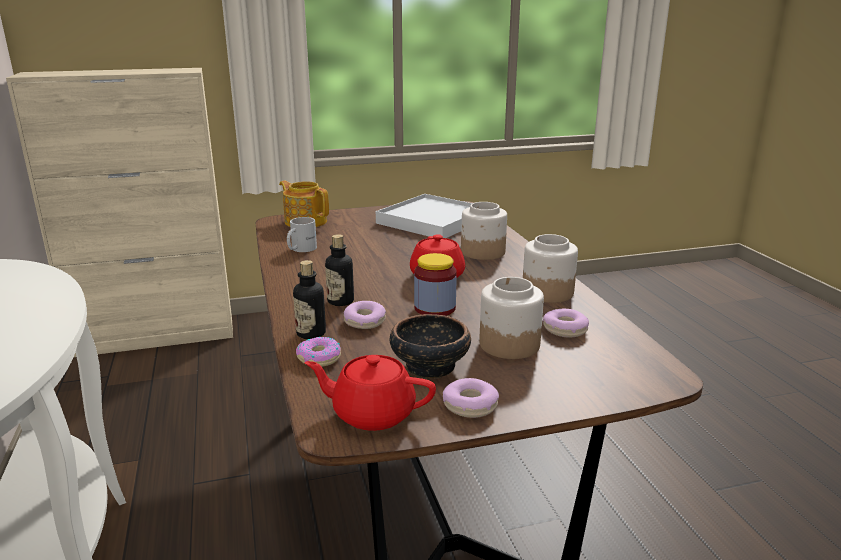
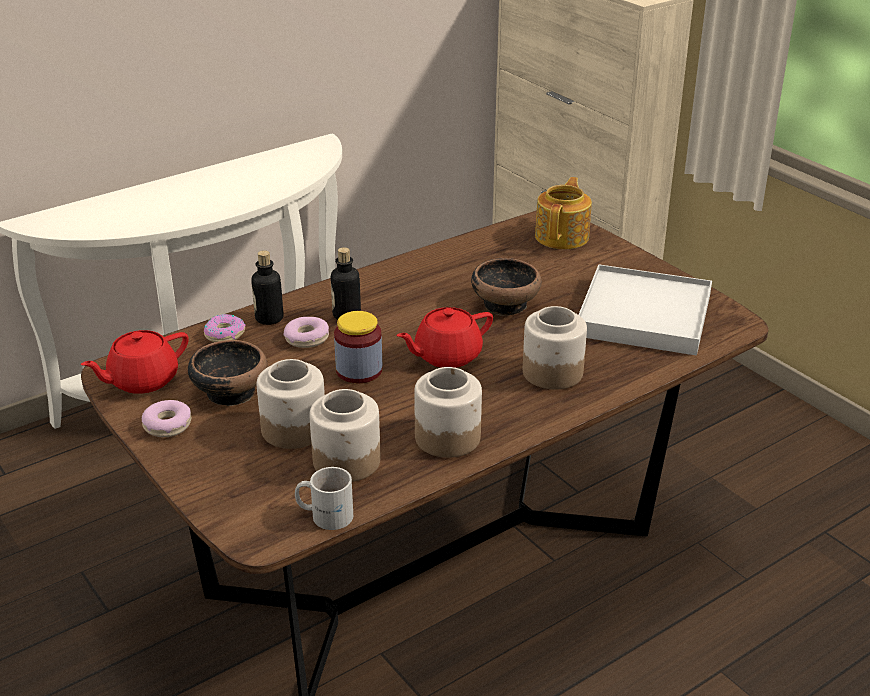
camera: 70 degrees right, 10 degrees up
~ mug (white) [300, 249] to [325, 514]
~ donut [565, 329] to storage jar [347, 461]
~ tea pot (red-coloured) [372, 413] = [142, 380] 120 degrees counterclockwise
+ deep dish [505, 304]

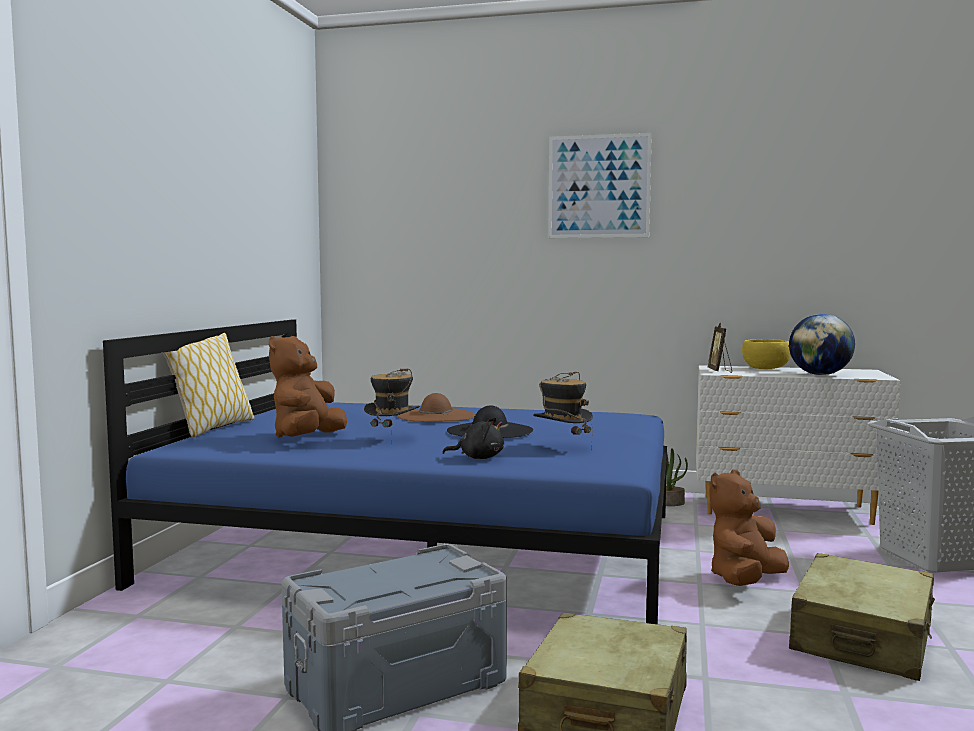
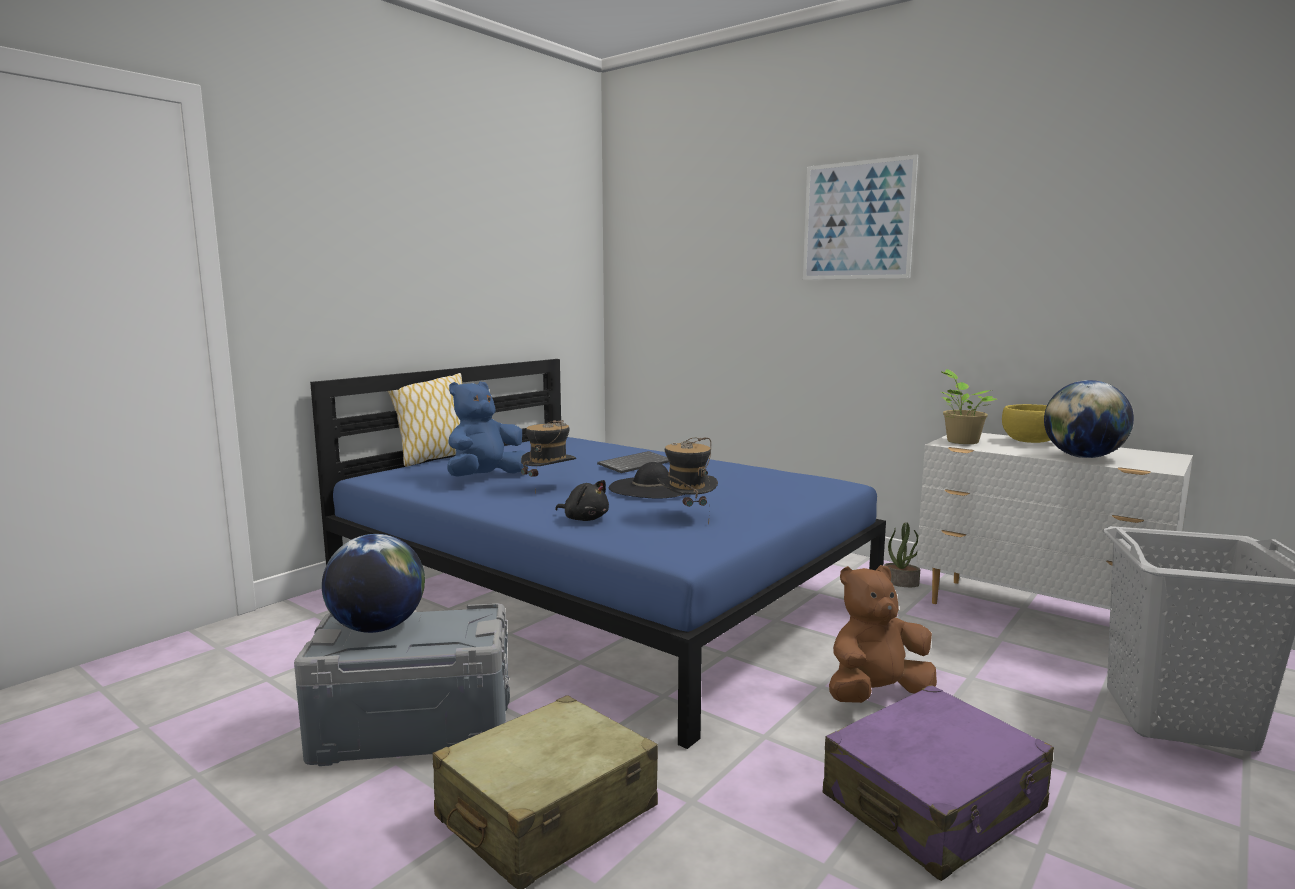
camera: 25 degrees right, 5 degrees up
~ picture frame [720, 371] to plant in a pot [960, 441]
~ cuddly toy (brown-coloured) [307, 438] to cuddly toy (blue-coloured) [485, 478]
~ wearable hat (brown-coloured) [435, 415] to PC keyboard [635, 464]
~ travel case (beige-coloured) [862, 638] to travel case (purple) [933, 803]
+ world globe [377, 628]

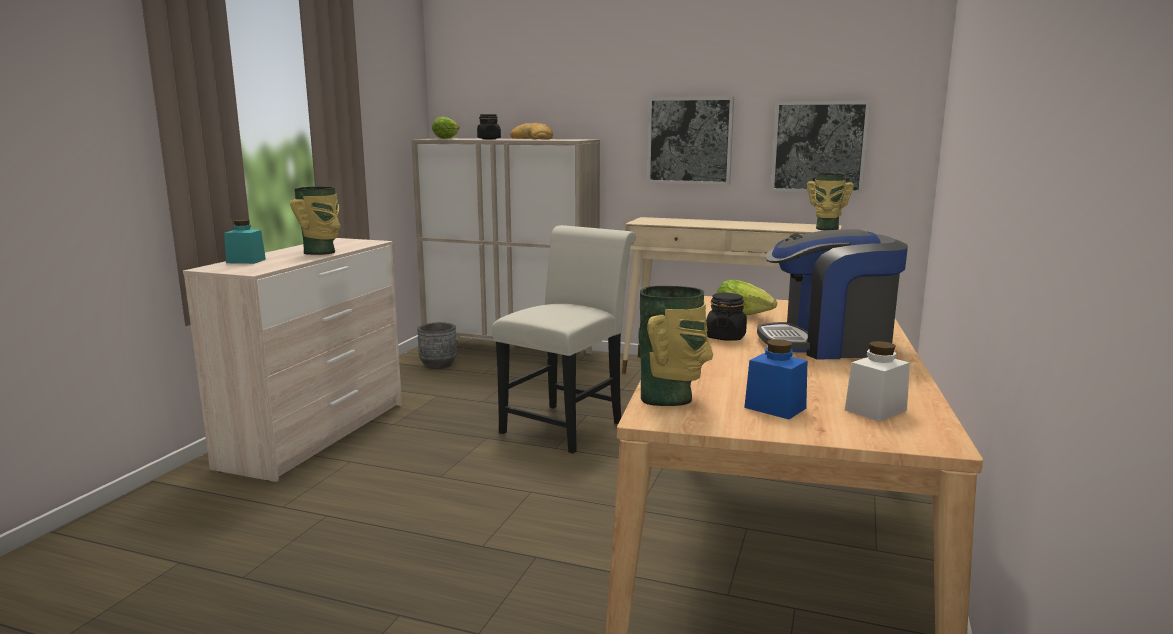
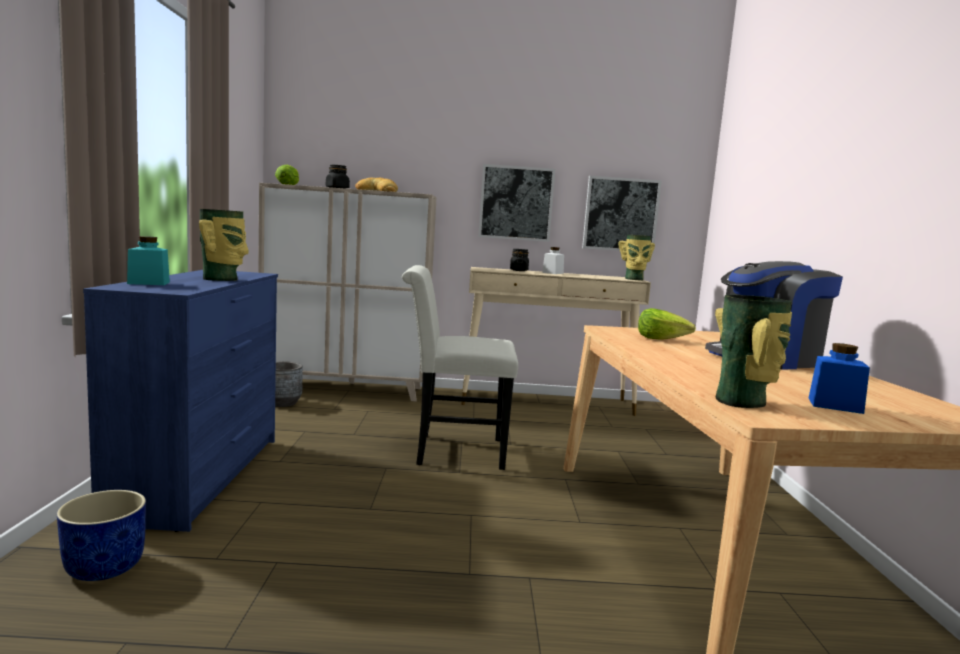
camera: 20 degrees left, 5 degrees down
~ chair (white) [567, 425] = [452, 451] 105 degrees counterclockwise
~ drawer chest (beige-coloured) [317, 435] to drawer chest (blue-coloured) [201, 477]
~ storage jar (blackish) [725, 337] to [518, 270]
~ storage jar (white) [875, 410] to [552, 273]
+ planter (blue-coloured) [103, 567]

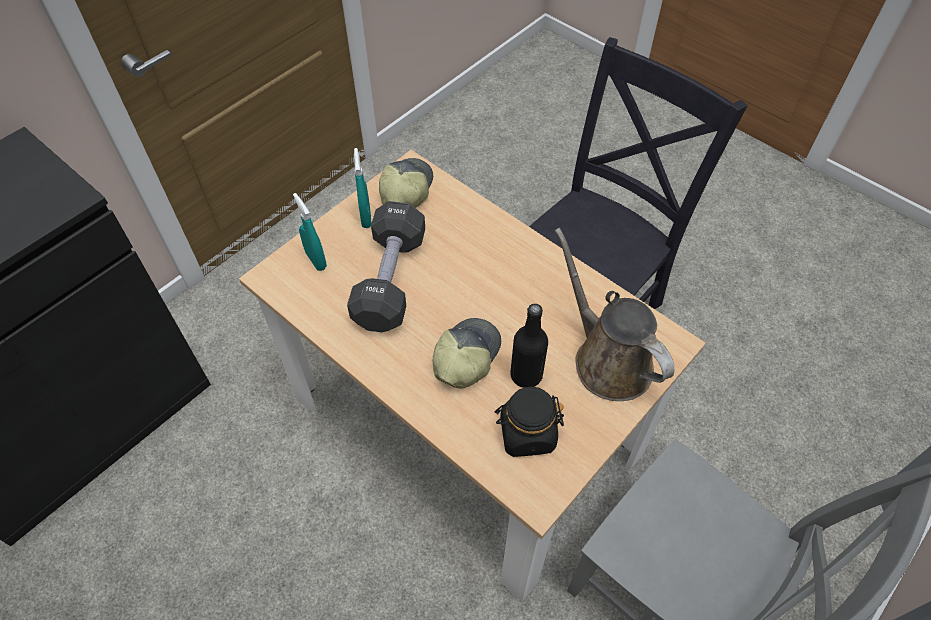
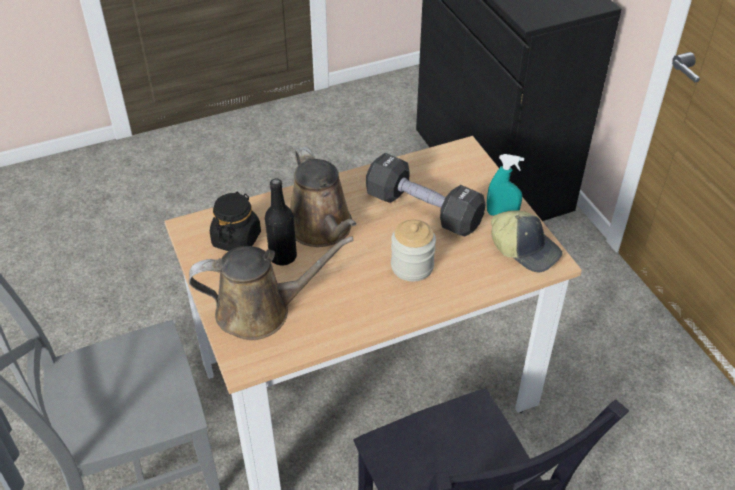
camera: 115 degrees right, 10 degrees down
- hand sprayer (blue-green) [316, 260]
~ cap [465, 357] to watering pot (brown-coloured) [323, 229]
+ storage jar [412, 266]

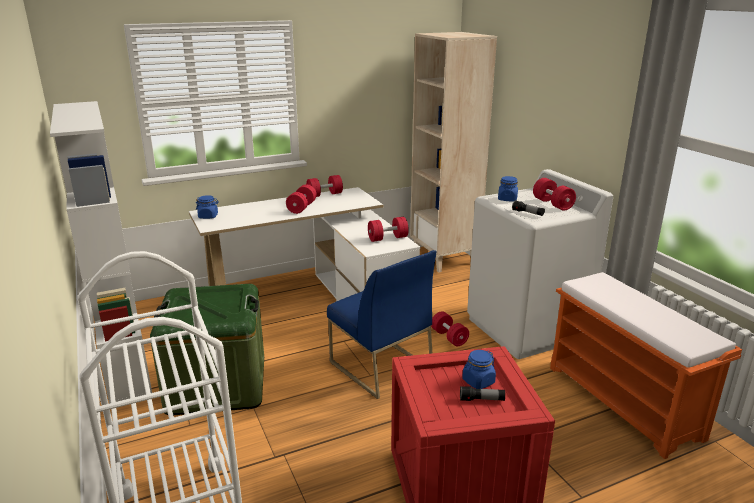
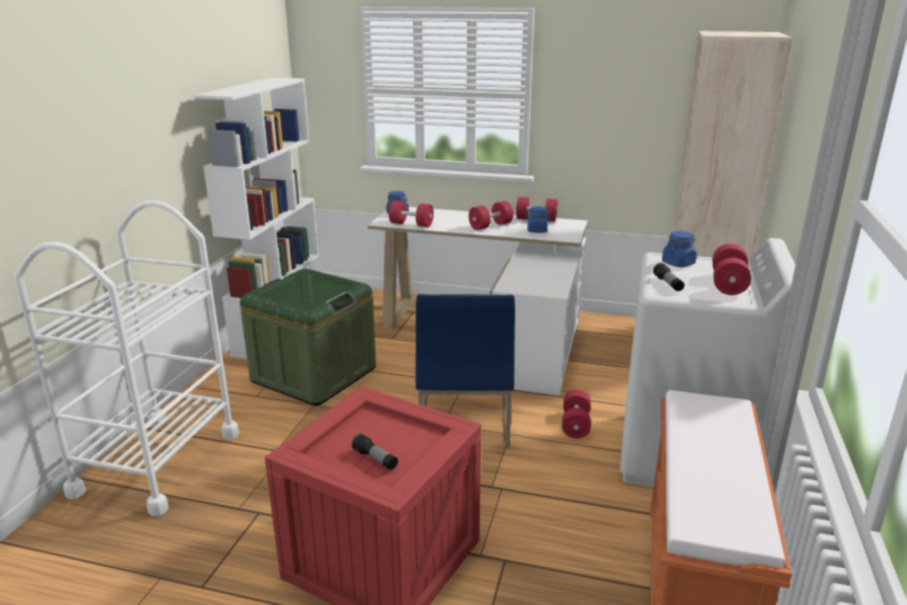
camera: 40 degrees right, 0 degrees up
~ hand weight (red-coloured) [387, 238] to [411, 224]
~ storage jar (blue-coloured) [478, 381] to [536, 230]

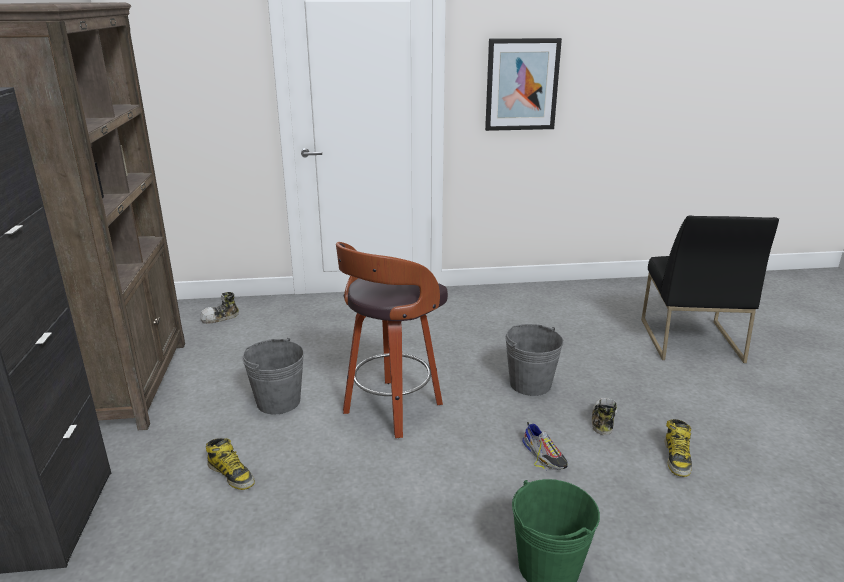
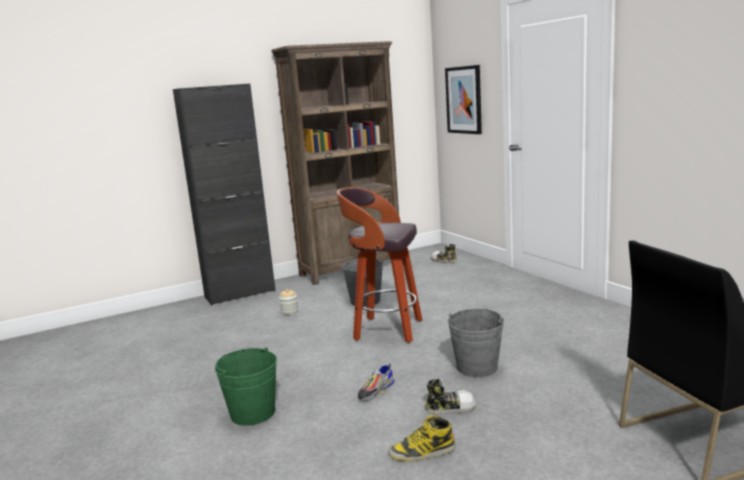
camera: 70 degrees right, 10 degrees down
~ picture [522, 85] to [464, 100]
~ tall boot [231, 474] to storage jar [289, 312]

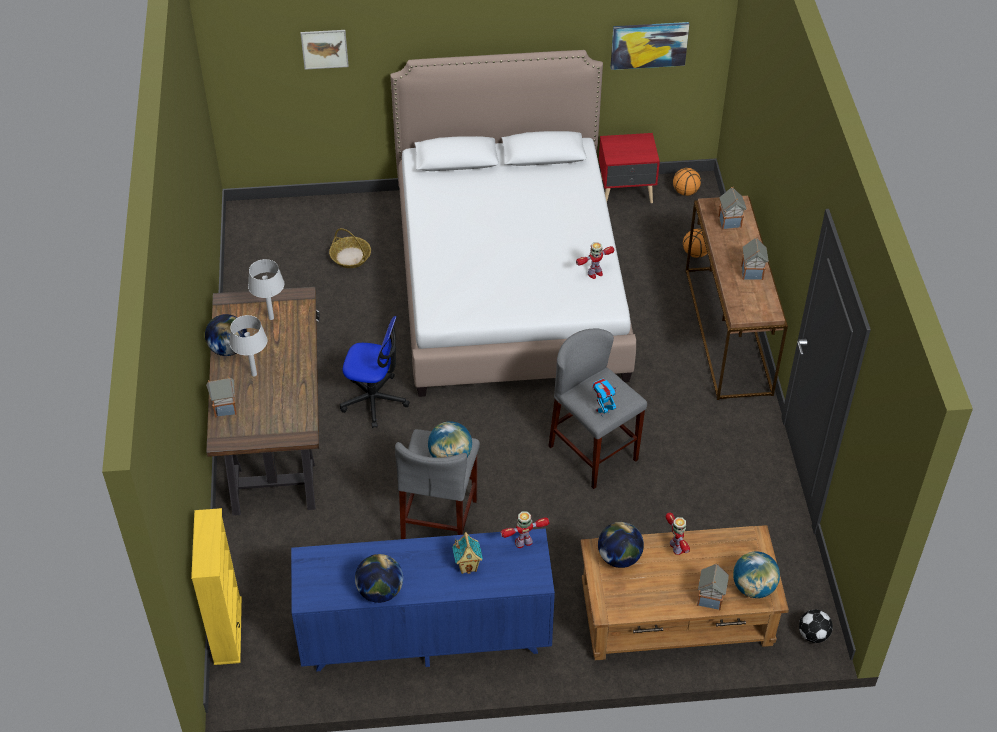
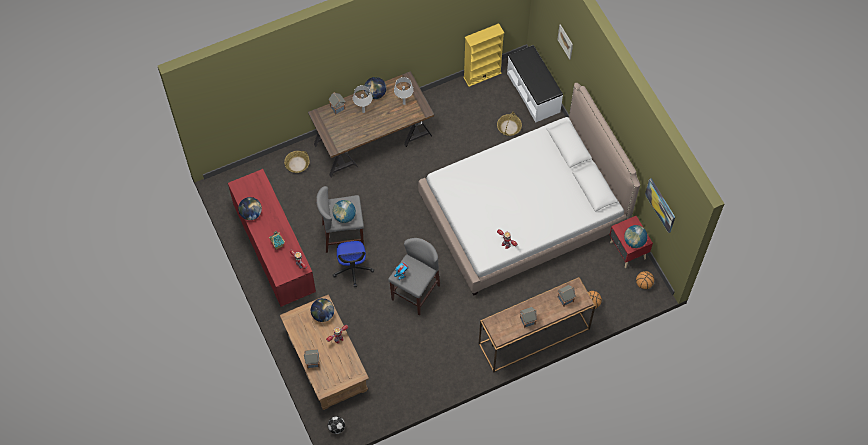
camera: 70 degrees right, 15 degrees up
~ computer chair [374, 400] to [353, 269]
~ bookcase (yellowish) [227, 630] to [482, 75]
~ drawer chest (blue-coloured) [424, 635] to drawer chest (red-coloured) [275, 252]
~ world globe [753, 587] to [634, 241]
+ indoor bench (white) [533, 92]
+ household basket [297, 164]

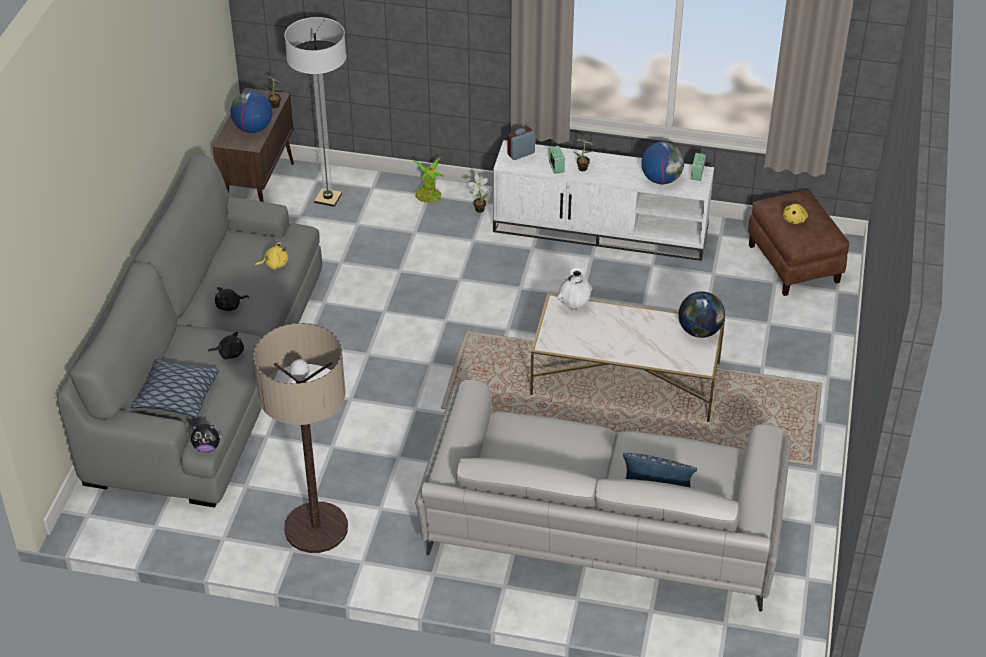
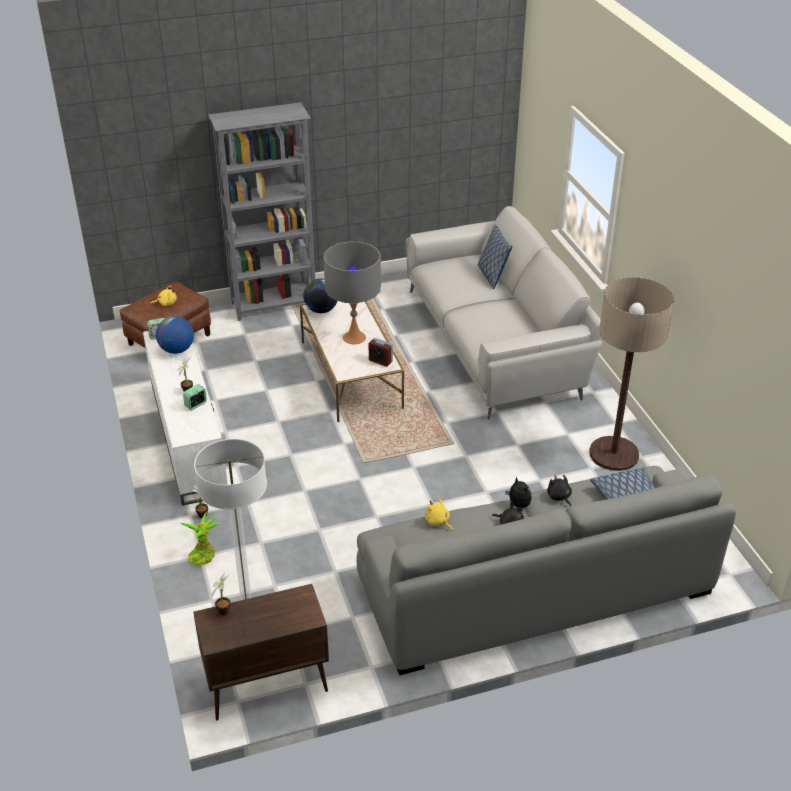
camera: 120 degrees left, 5 degrees down
- world globe [253, 129]
~ table clock [521, 154] to [380, 361]
- flower vase (white) [574, 305]
~ cuddly toy [207, 447] to [518, 505]
+ bookcase (grey) [275, 305]
+ lamp for a table (grey) [354, 337]

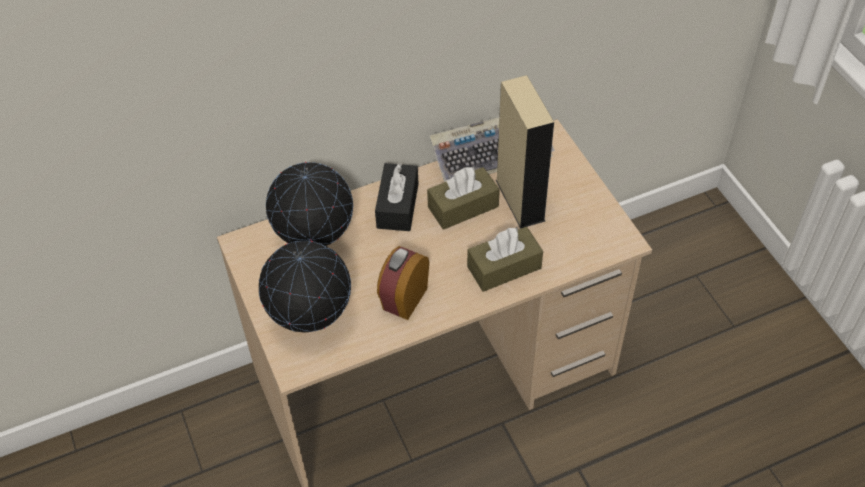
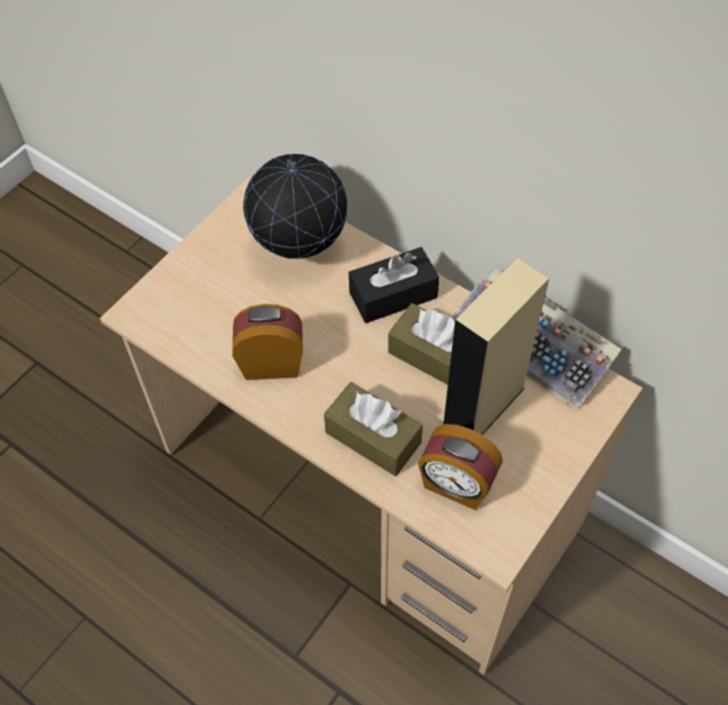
camera: 60 degrees right, 5 degrees up
- world globe [310, 319]
+ table clock [456, 485]

